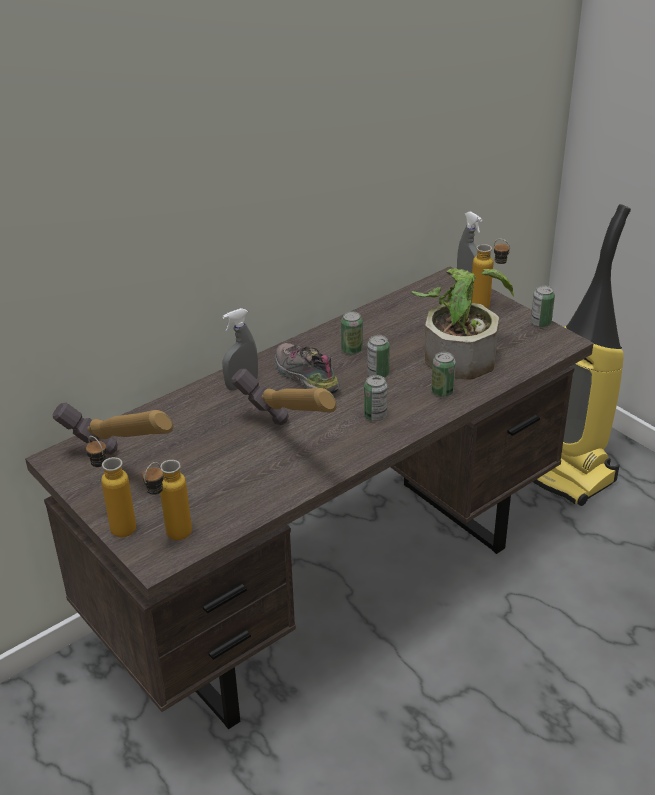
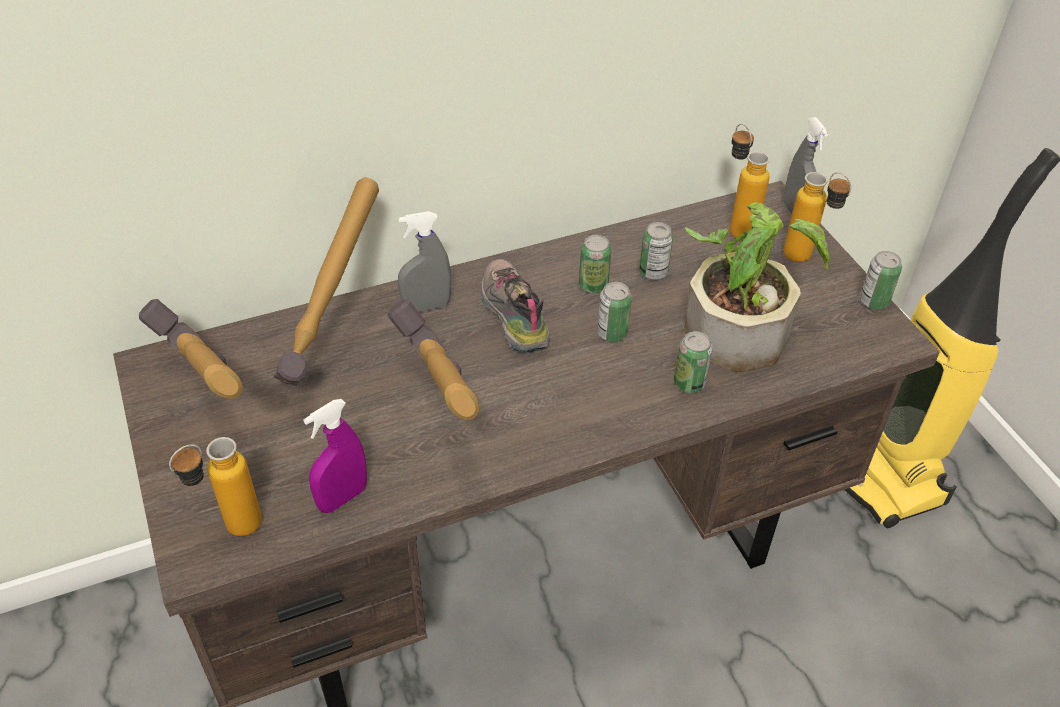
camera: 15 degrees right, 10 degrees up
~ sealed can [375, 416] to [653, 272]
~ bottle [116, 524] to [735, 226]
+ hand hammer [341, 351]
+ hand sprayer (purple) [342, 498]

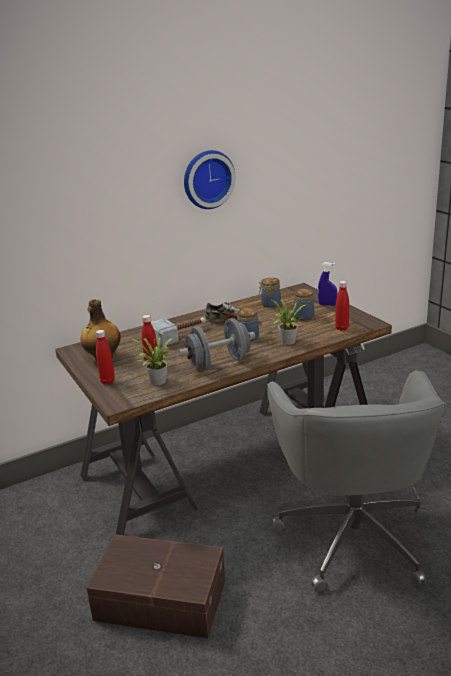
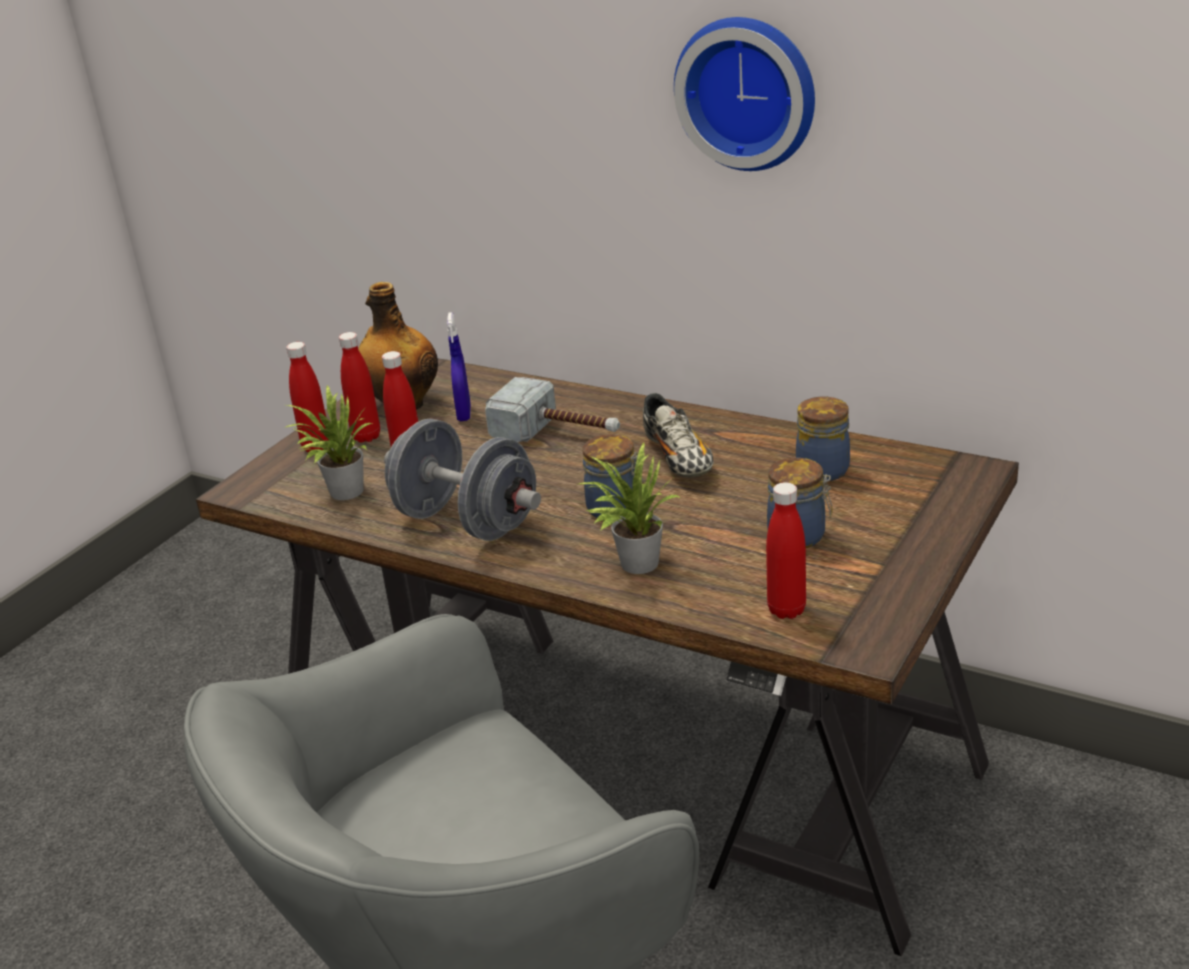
camera: 60 degrees right, 5 degrees up
~ hand sprayer (blue-coloured) [327, 304] to [464, 414]
- storage container (brown-coloured) [160, 597]
+ bottle (red-coloured) [366, 437]

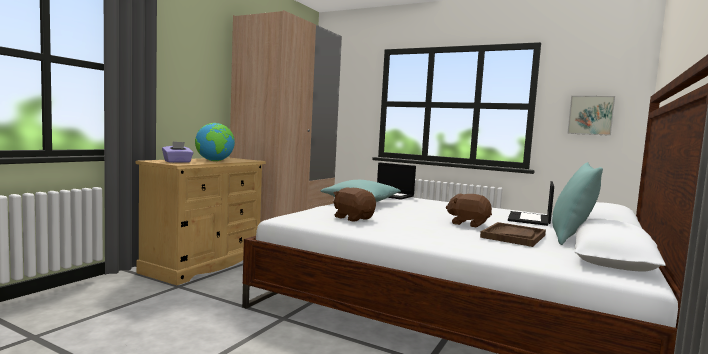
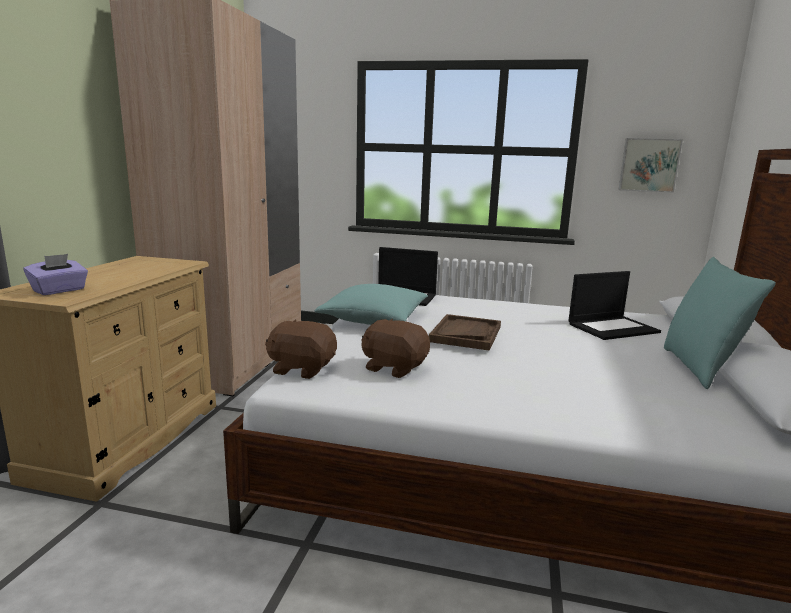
camera: 15 degrees left, 10 degrees up
- world globe [214, 161]
~ notebook computer [529, 219] = [613, 328] 120 degrees counterclockwise
~ cuddly toy (brown-coloured) [468, 224] to [302, 369]
~ serving tray (brown-coloured) [513, 236] to [465, 334]

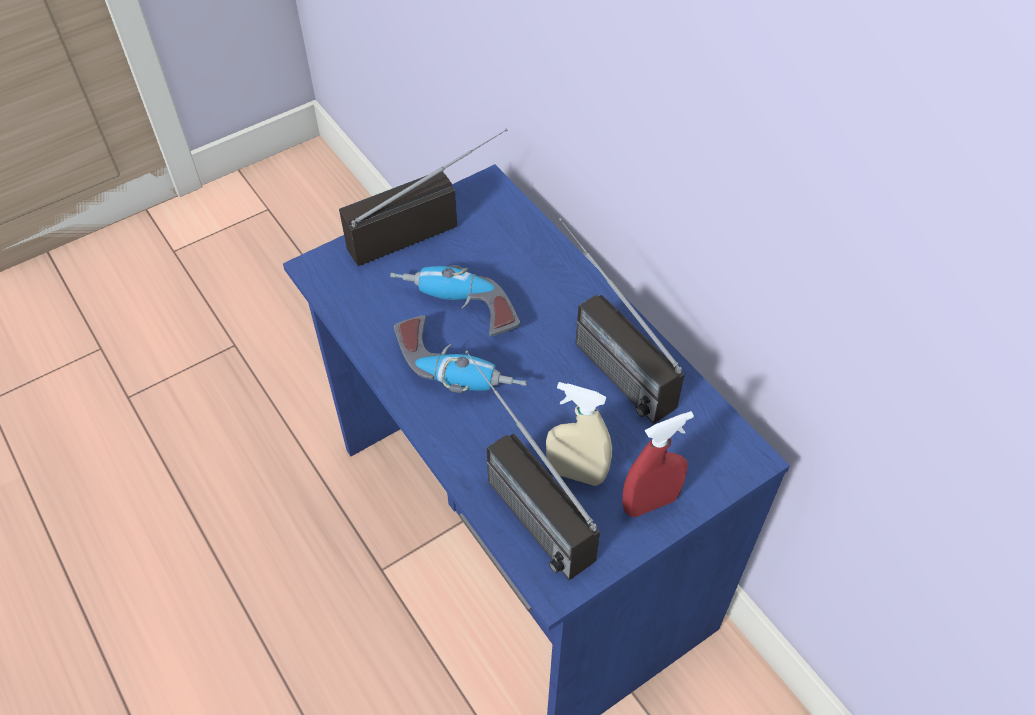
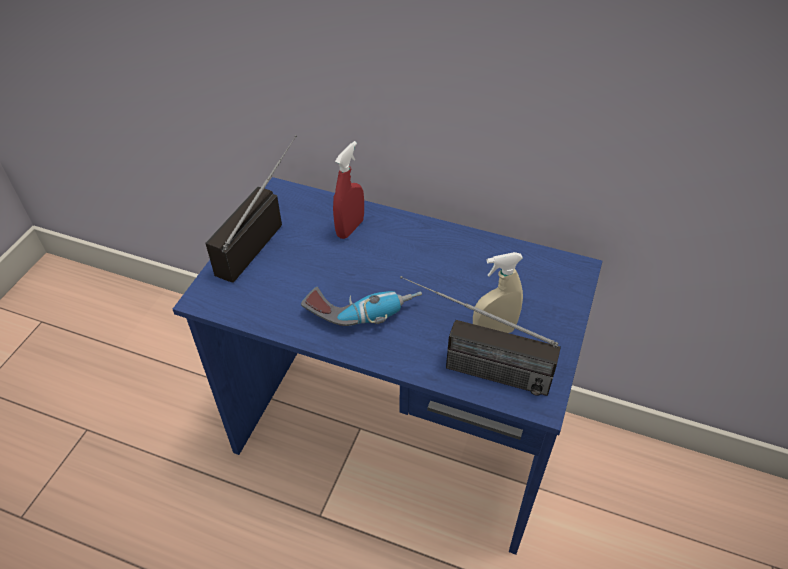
camera: 35 degrees left, 5 degrees down
- radio receiver [600, 356]
- electric drill [455, 309]
~ hand sprayer (red-coloured) [650, 503] to [350, 228]

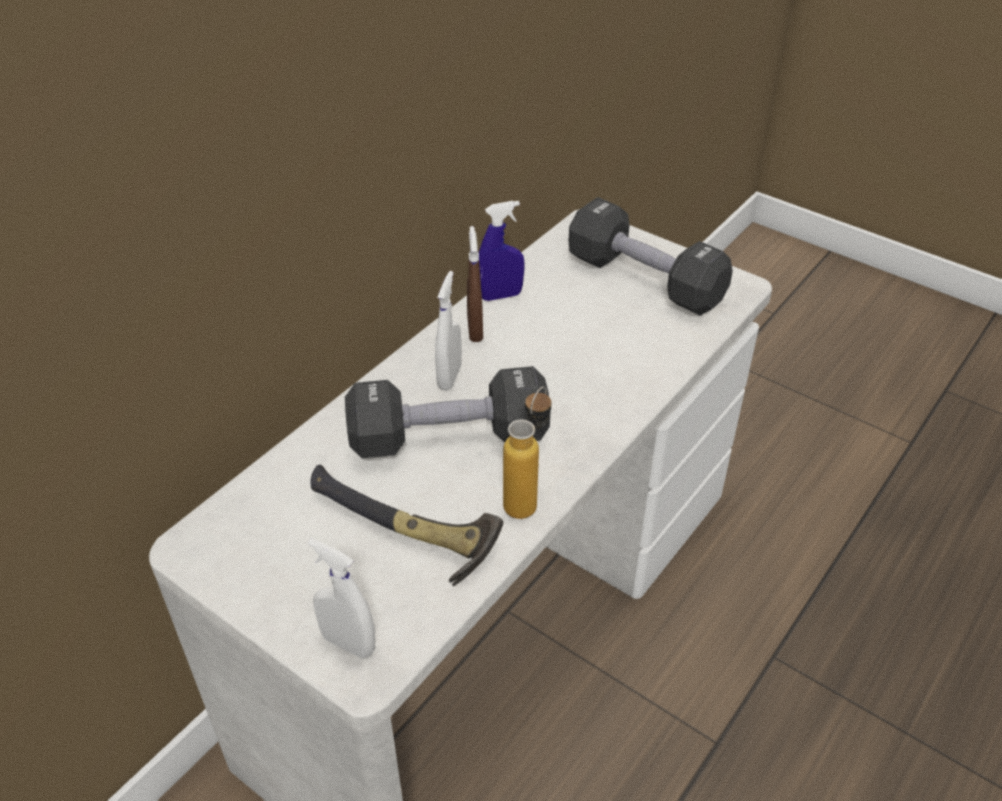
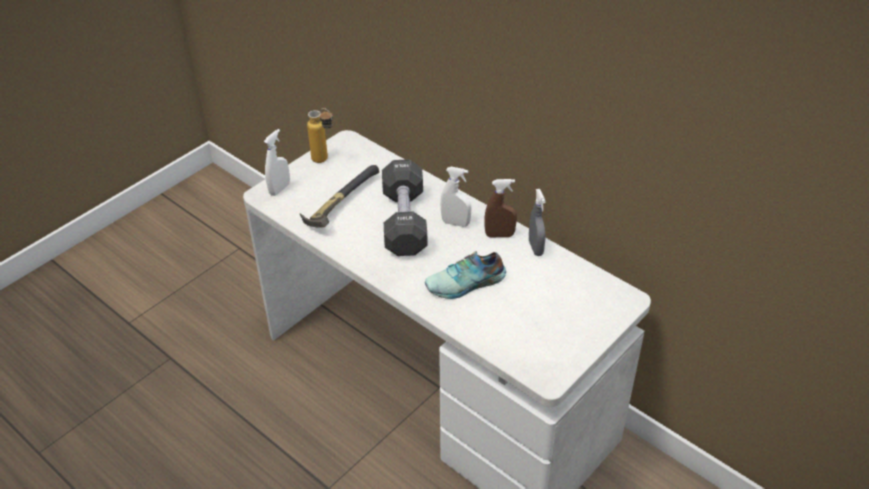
camera: 95 degrees right, 0 degrees up
- hand weight (blackish) [644, 280]
~ hand sprayer (blue-coloured) [500, 295] to hand sprayer (grey) [535, 248]
~ bottle [527, 498] to [325, 161]
+ shoe [466, 284]

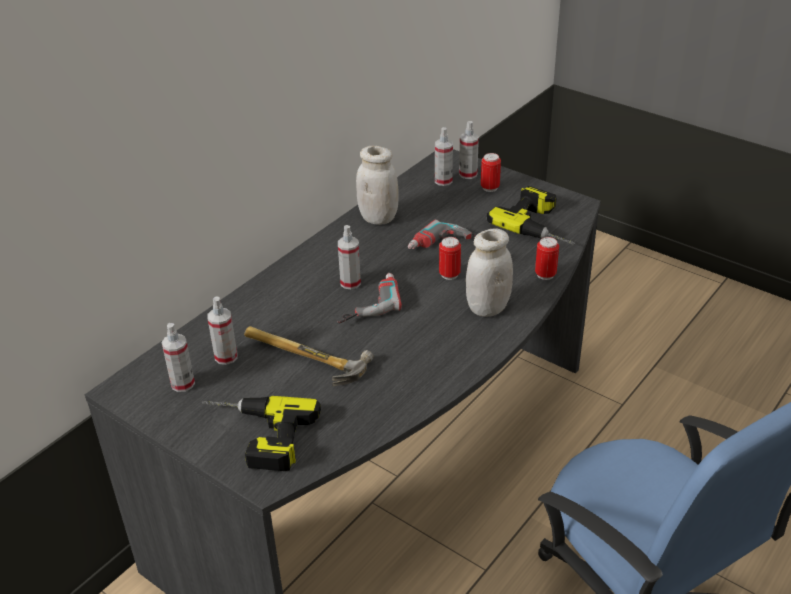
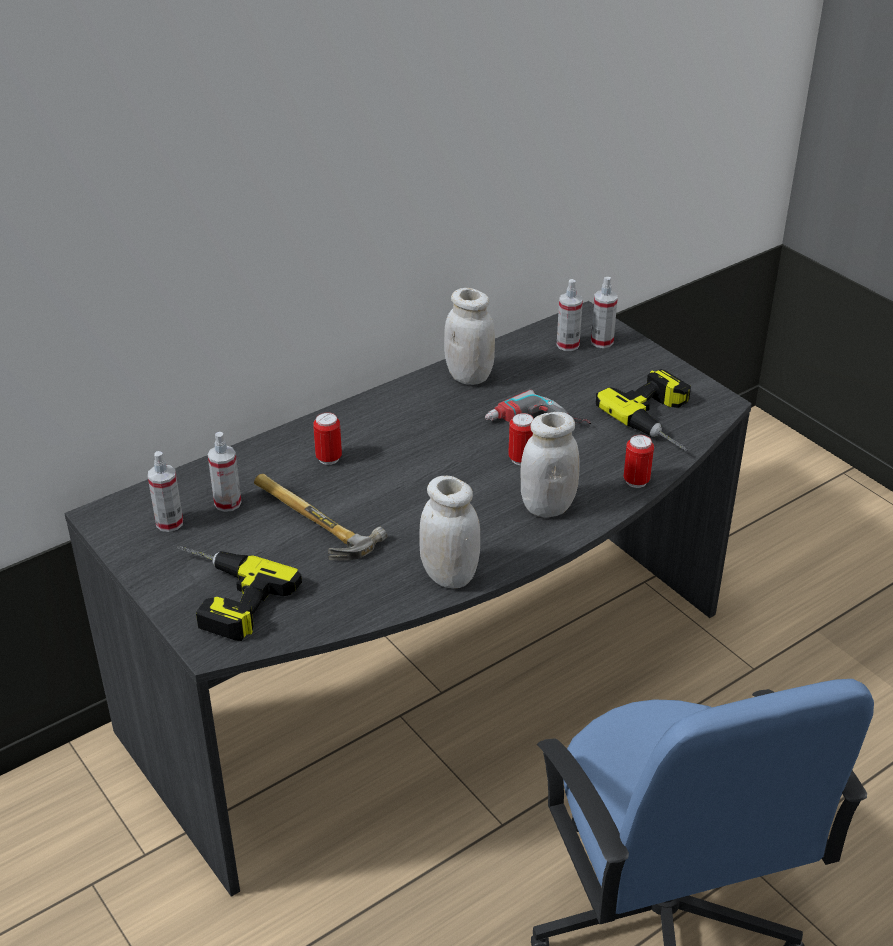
camera: 15 degrees right, 0 degrees up
~ sealed can [490, 188] to [328, 458]
- hand sprayer [350, 283]
- electric drill [367, 302]
+ storage jar (white) [449, 575]

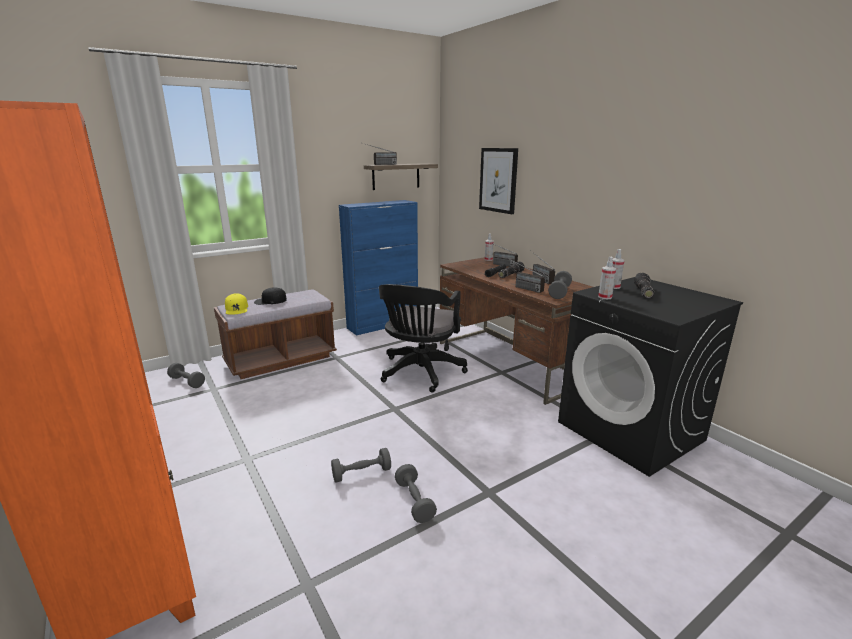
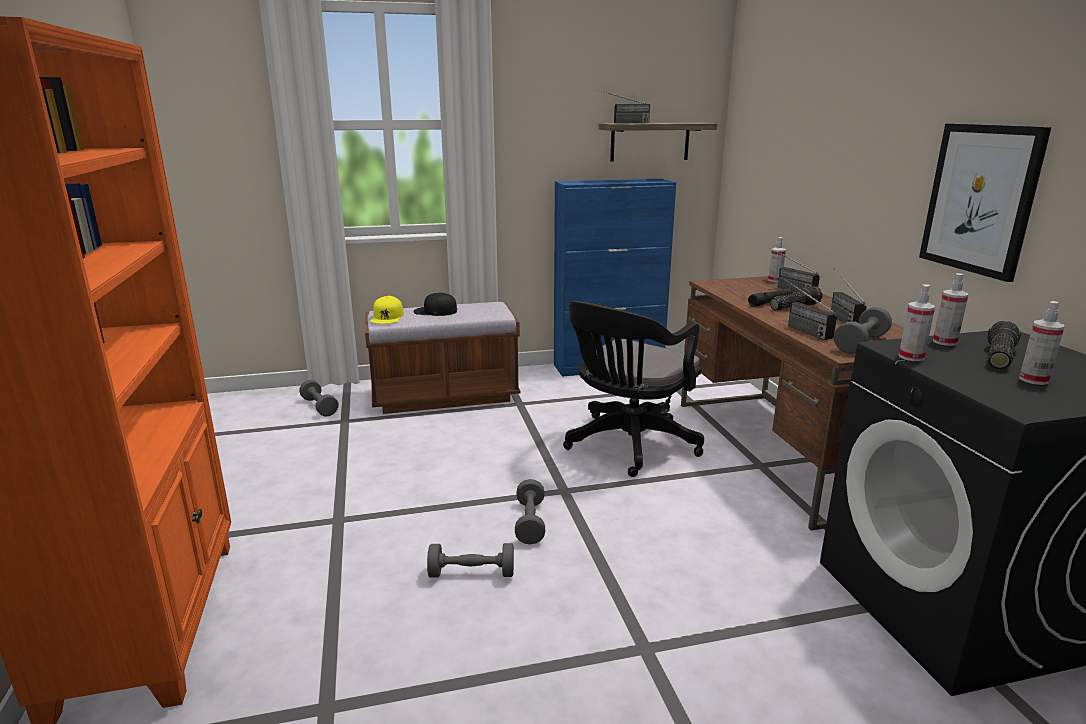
camera: 20 degrees right, 0 degrees up
~ picture [498, 180] to [980, 199]
~ hand weight (grey) [414, 501] to [530, 522]
+ hand sprayer [1033, 380]

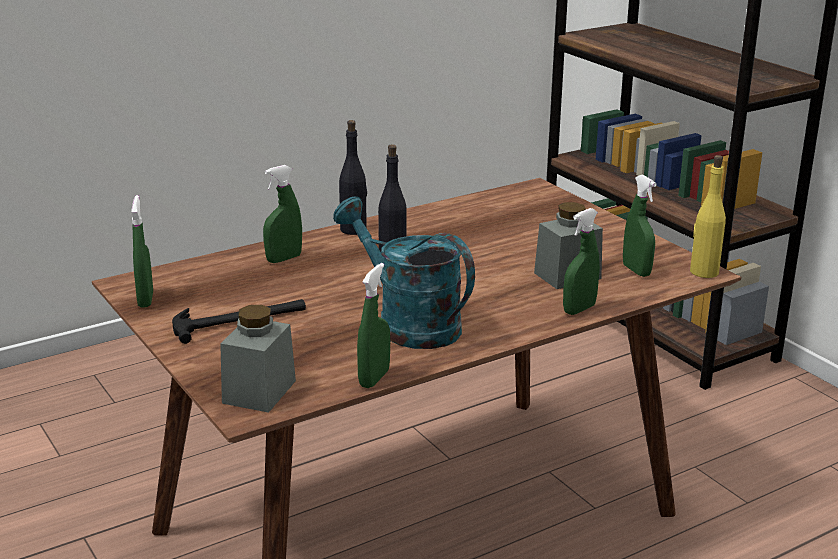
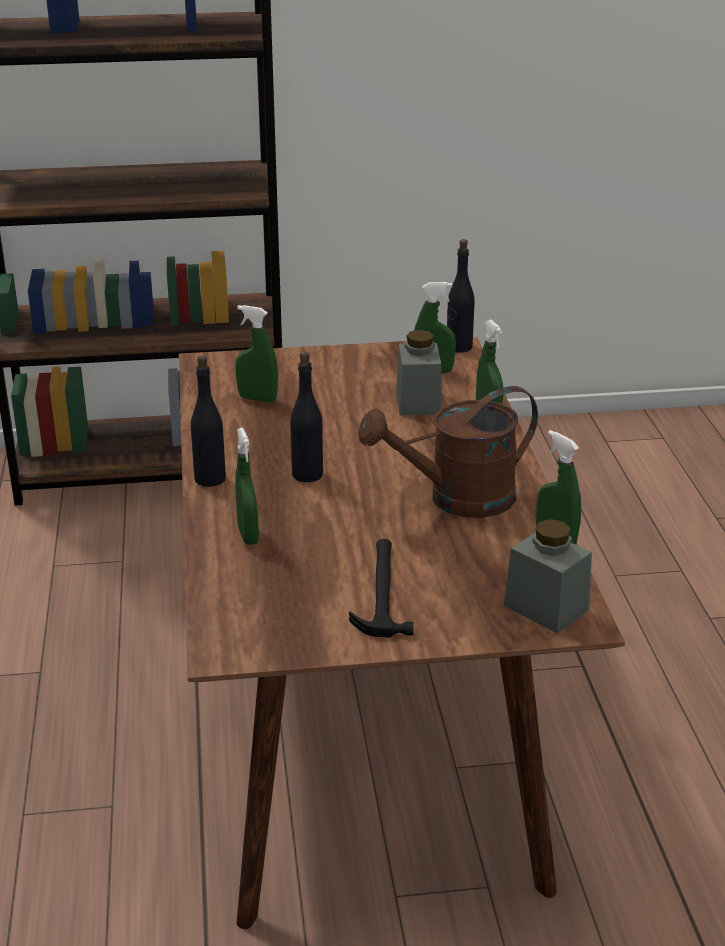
camera: 65 degrees left, 5 degrees up
~ bottle (yellowish) [703, 272] to bottle (blackish) [458, 347]
~ hand sprayer (green) [145, 299] to [257, 399]
~ watering pot (blue-green) [407, 323] to watering pot (brown-coloured) [457, 500]

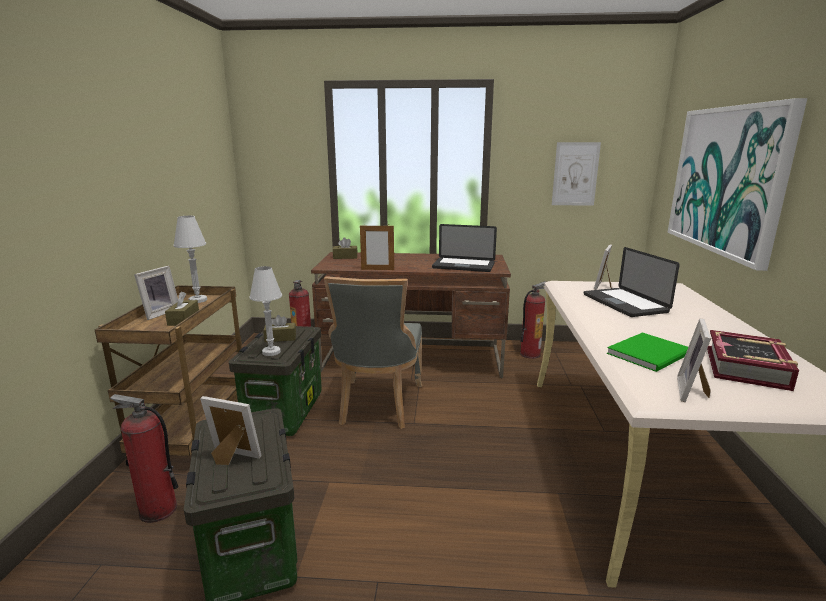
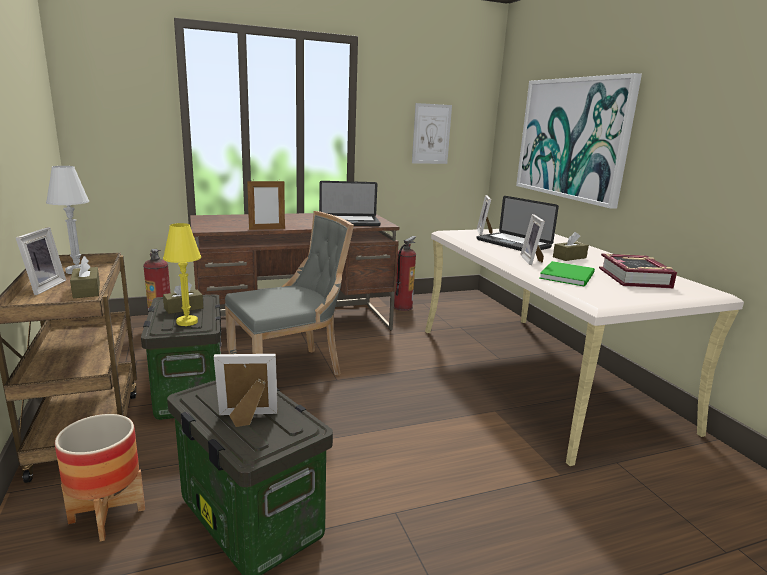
camera: 25 degrees left, 0 degrees up
~ box of tissues (brown-coloured) [345, 257] to [569, 257]
~ lamp for a table (white) [271, 352] to lamp for a table (yellowish) [187, 322]
~ chair (grey) [378, 405] = [290, 370] 105 degrees counterclockwise
~ picture frame [693, 391] to [532, 260]
~ extinguisher [157, 510] to planter [107, 516]

